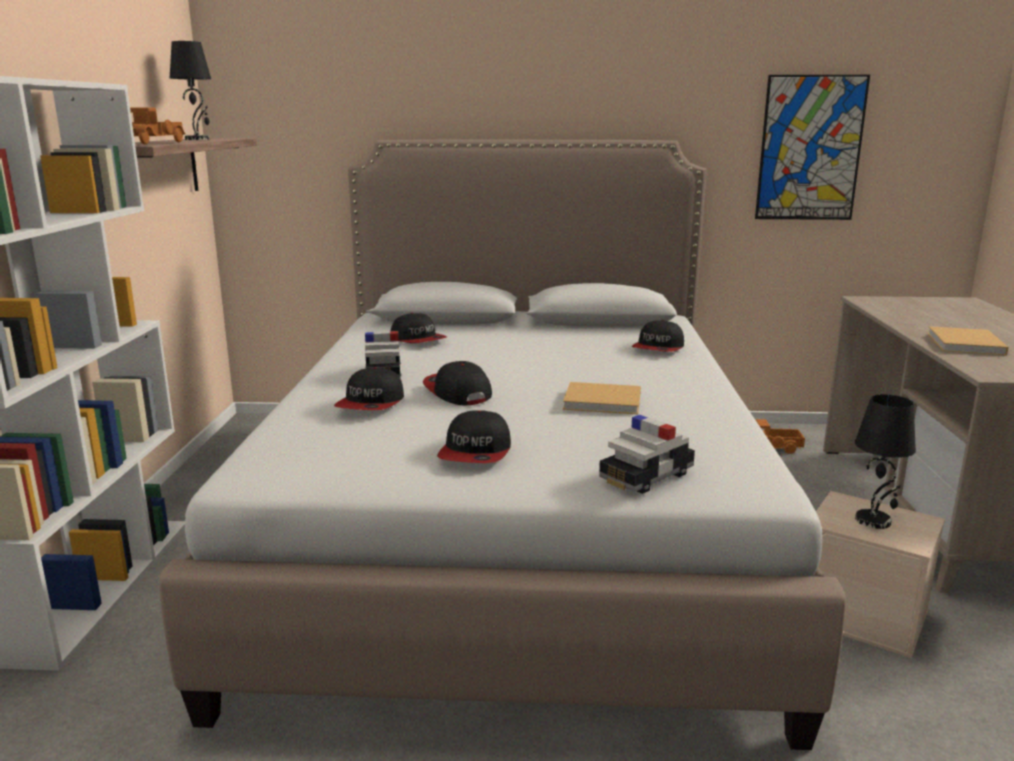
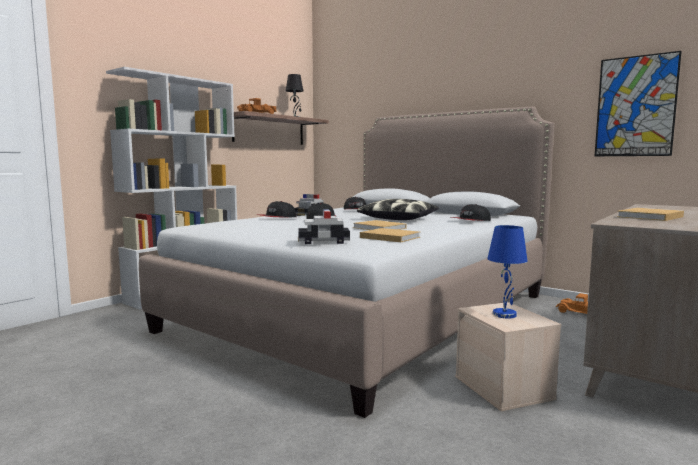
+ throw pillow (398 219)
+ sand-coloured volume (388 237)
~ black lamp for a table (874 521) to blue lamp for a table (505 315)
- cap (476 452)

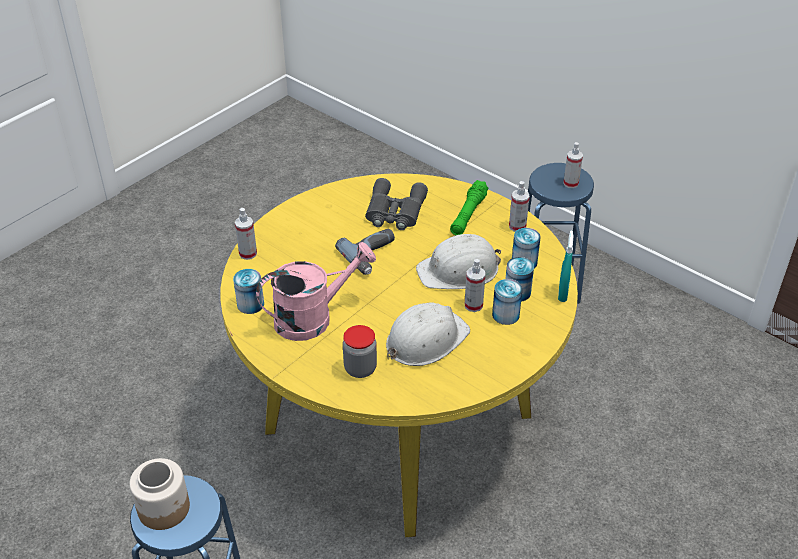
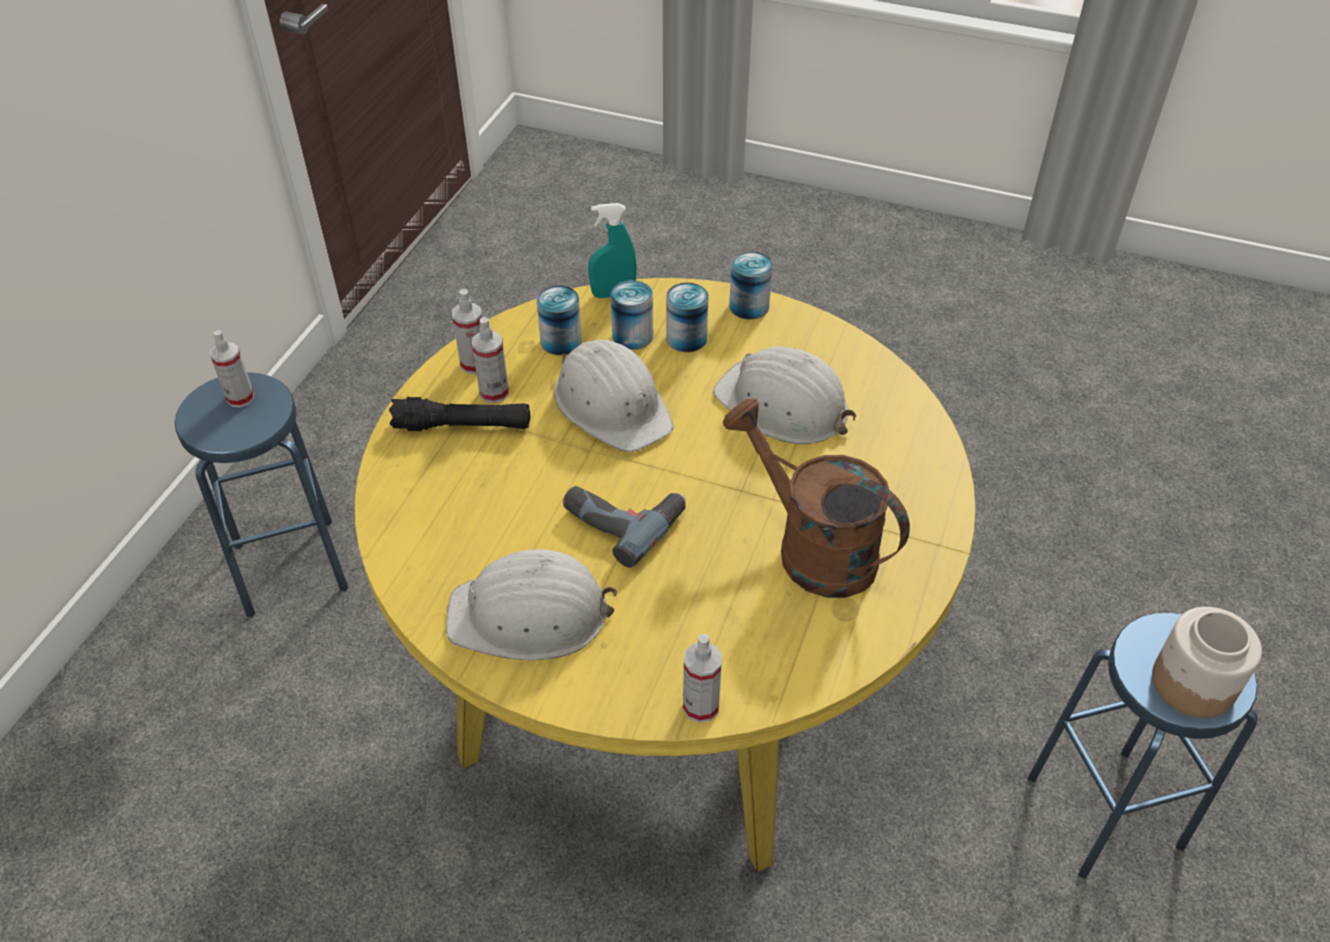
~ green-coloured hand torch (468 215) to black hand torch (462 426)
+ white safety helmet (530 615)
~ sprayer (473 305) to (494 392)
~ pinkish sprinkling can (313 317) to brown sprinkling can (812 547)
~ metal can (250 304) to (749 306)
- storage jar (360 369)
- grey binoculars (394 211)

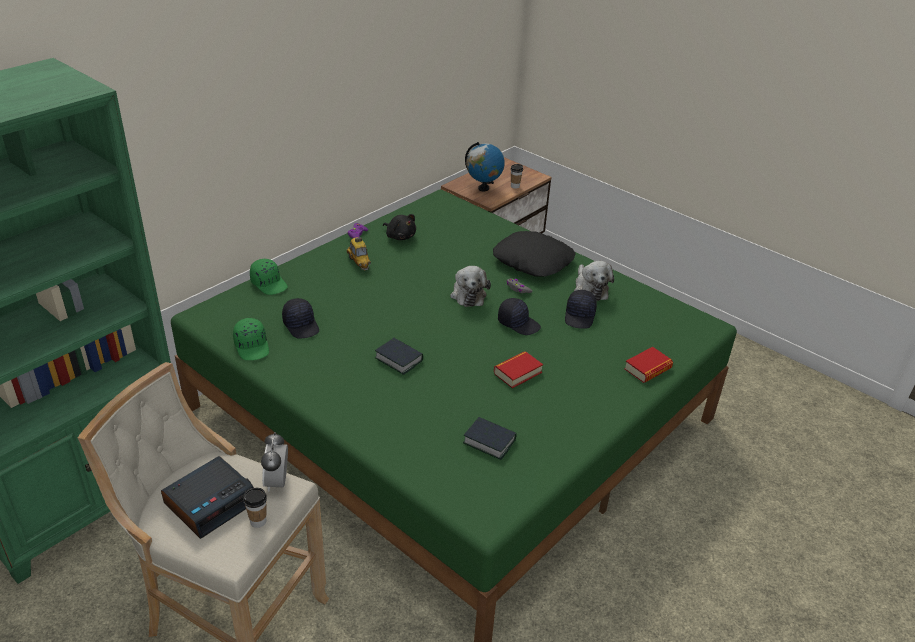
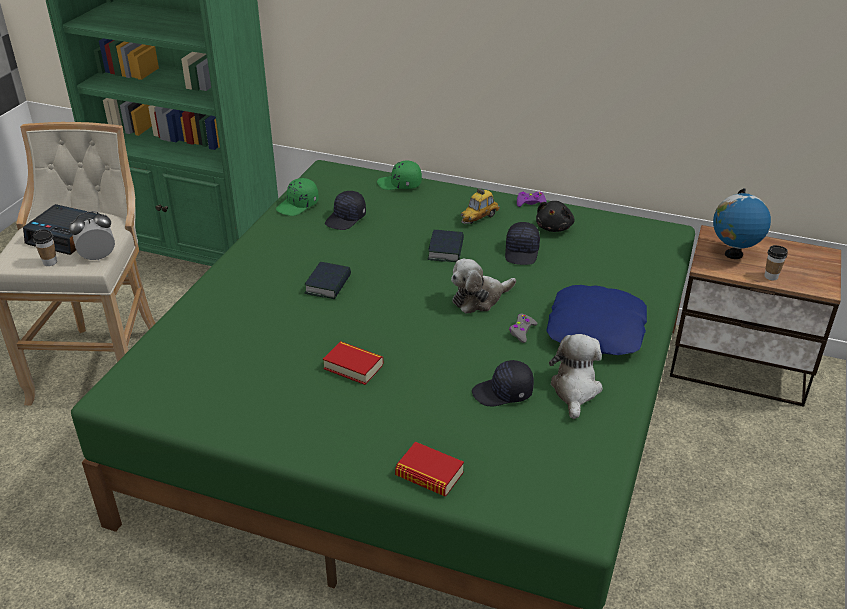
~ green-coloured cap (269 283) = (400 184) 75 degrees clockwise
~ volume (489 441) to (446 250)
~ black cap (518 323) to (522 252)
~ black throw pillow (533 261) to blue throw pillow (597 330)
~ cuddly toy (590 289) = (575 390) 135 degrees clockwise

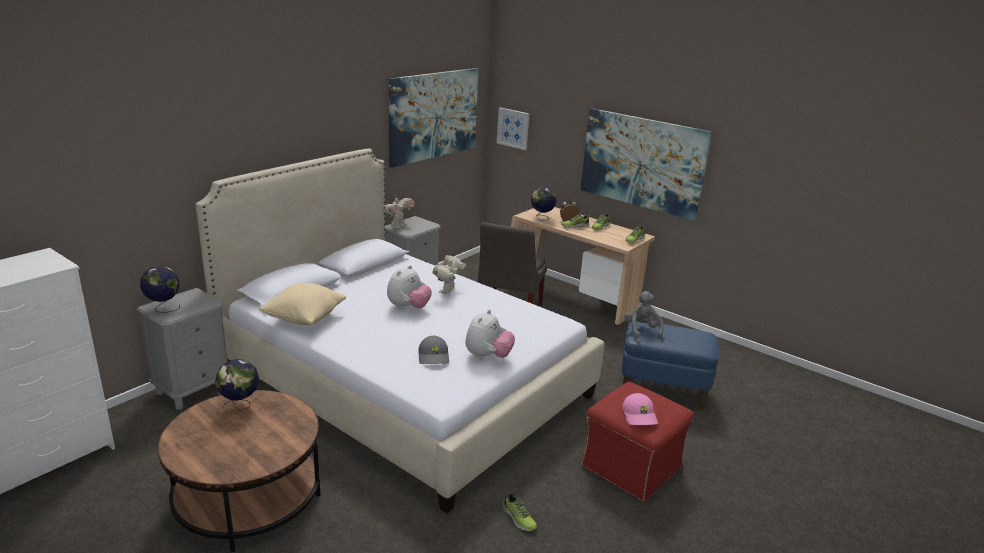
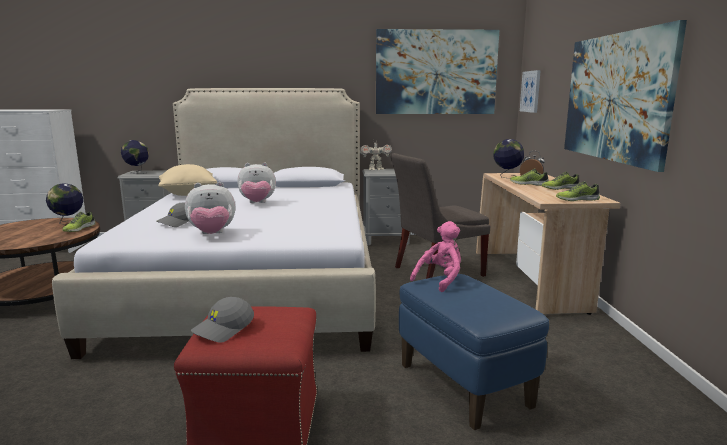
~ low shoe (518 518) to (79 229)
~ pinkish cap (640 416) to grey cap (224 329)
~ grey cuddly toy (641 330) to pinkish cuddly toy (440 280)
- toy robot (448 290)

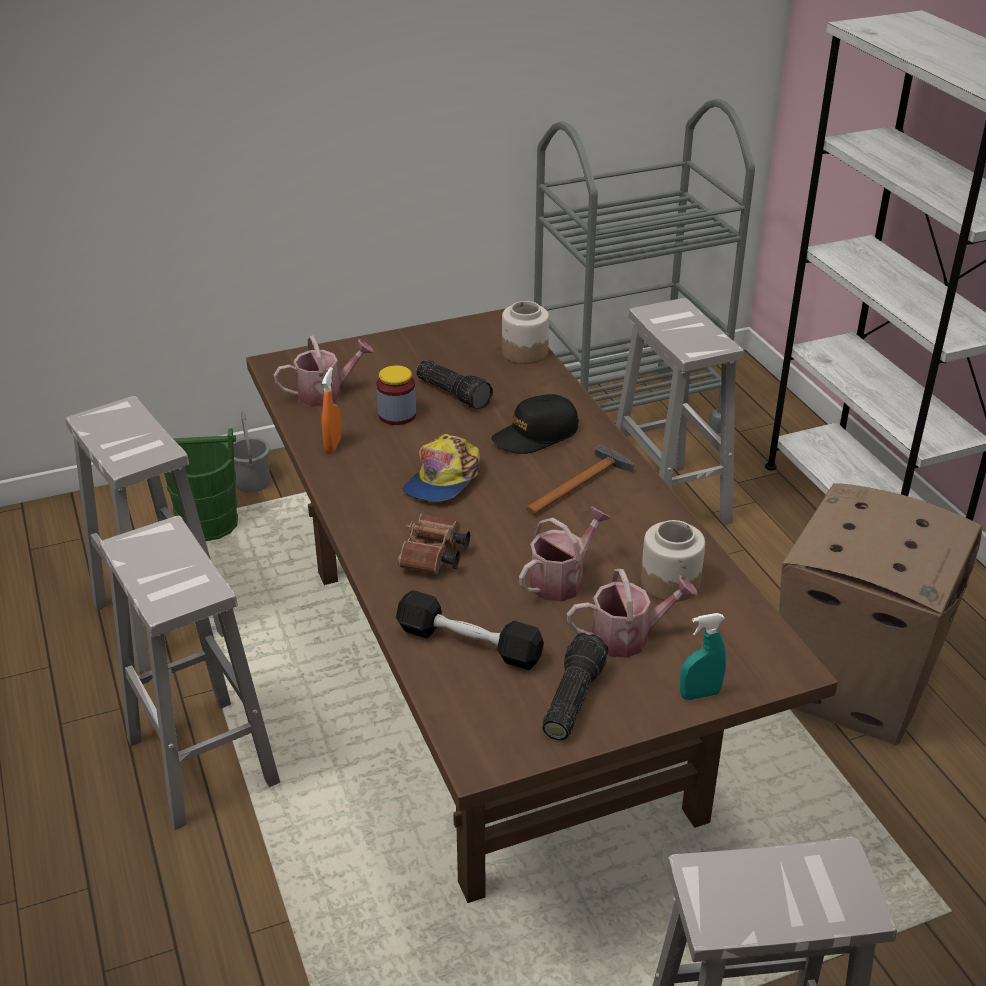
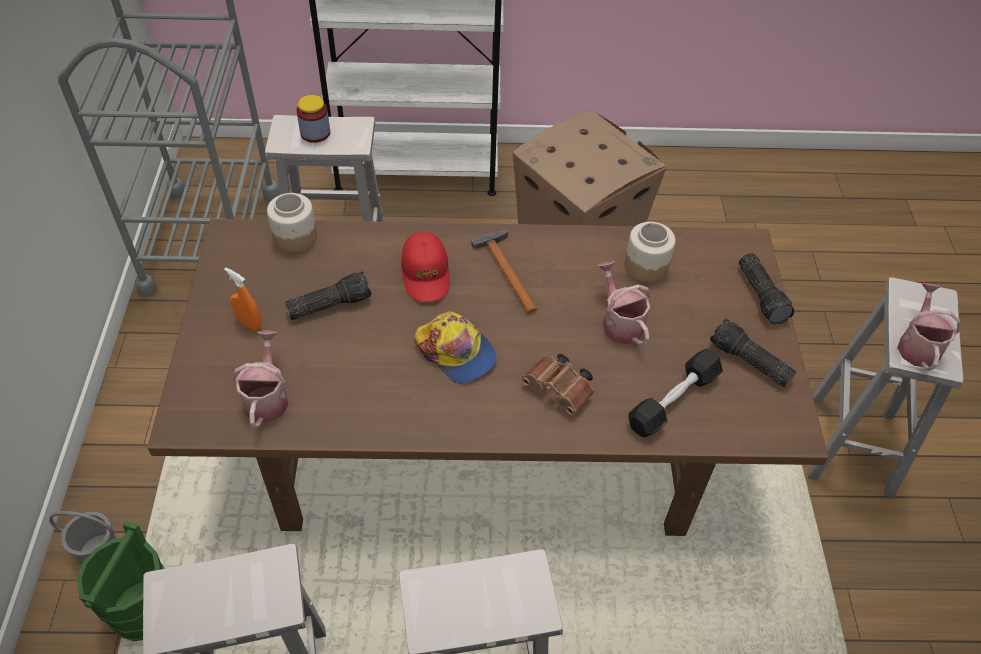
~ orangey sprayer (333 445) to (249 324)
~ storage jar (397 415) to (315 133)
~ black cap (535 435) to red-coloured cap (426 273)
~ blue-green sprayer (699 694) to hand torch (762 295)
~ sprinkling can (628 637) to (918 345)

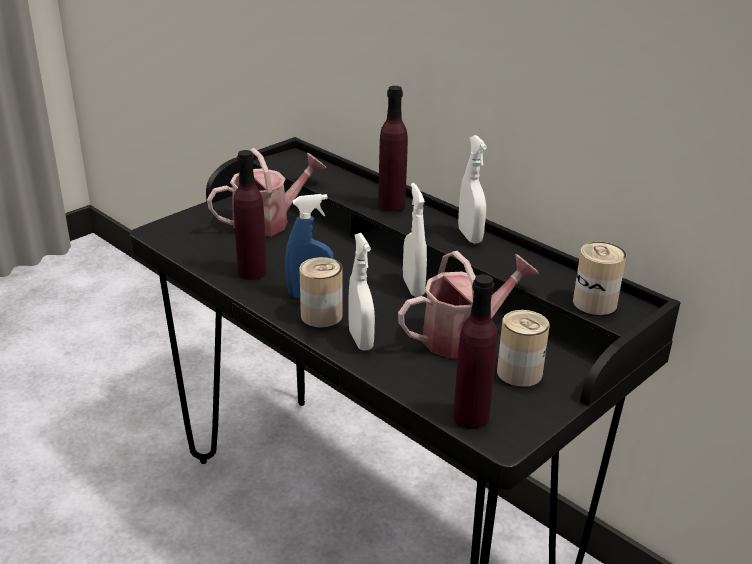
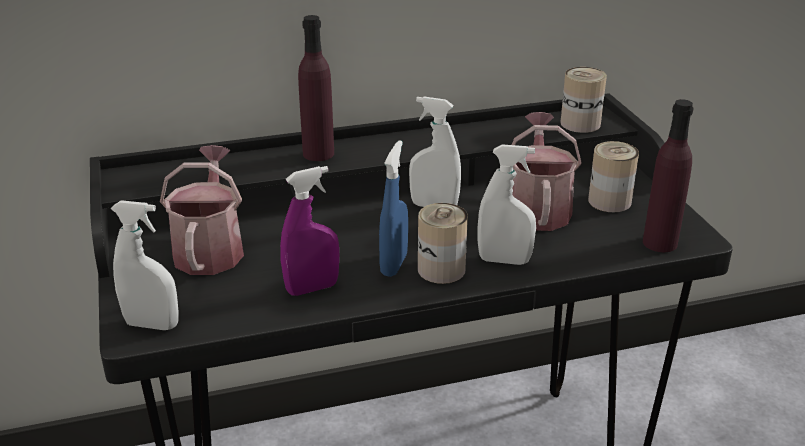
~ white sprayer (470 236) to (152 324)
~ purple beverage bottle (252 272) to purple sprayer (312 288)

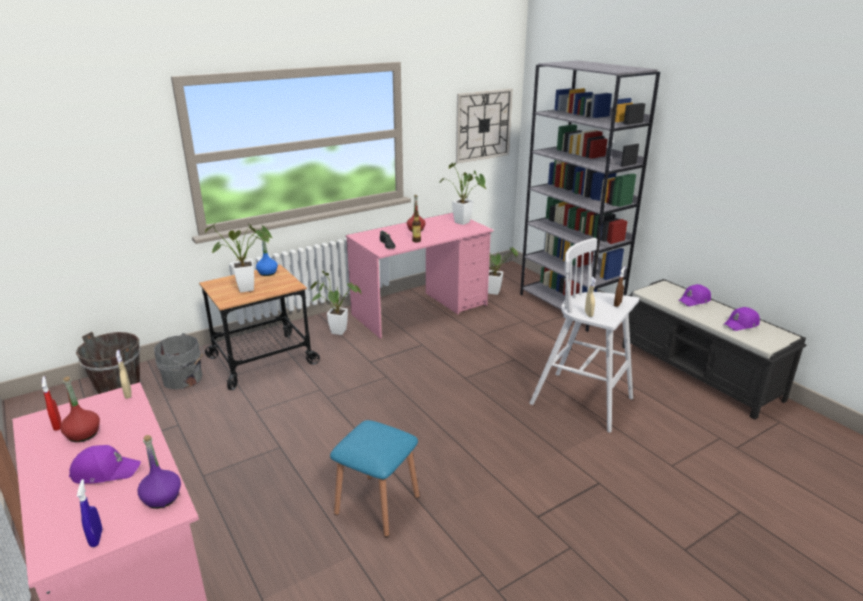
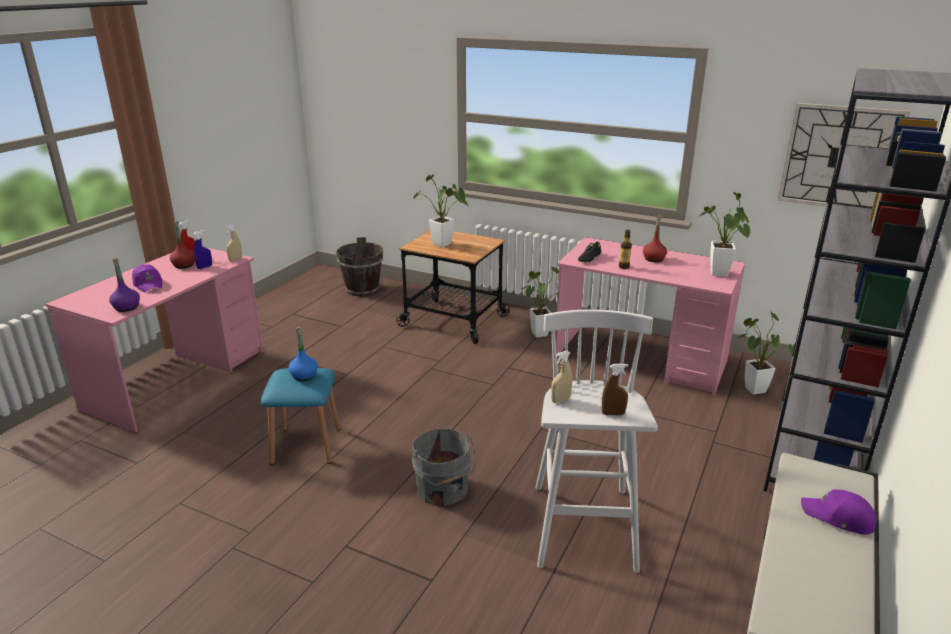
~ blue sprayer (96 538) to (205 267)
~ blue beverage bottle (267 273) to (304 376)
~ grey bucket (184 379) to (443 490)
- purple cap (741 324)

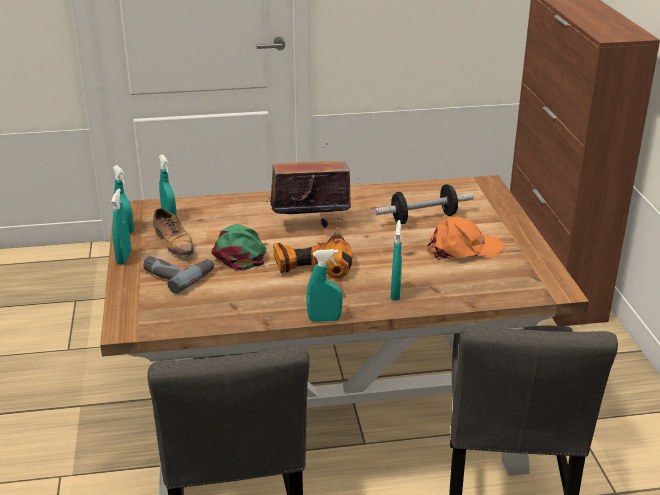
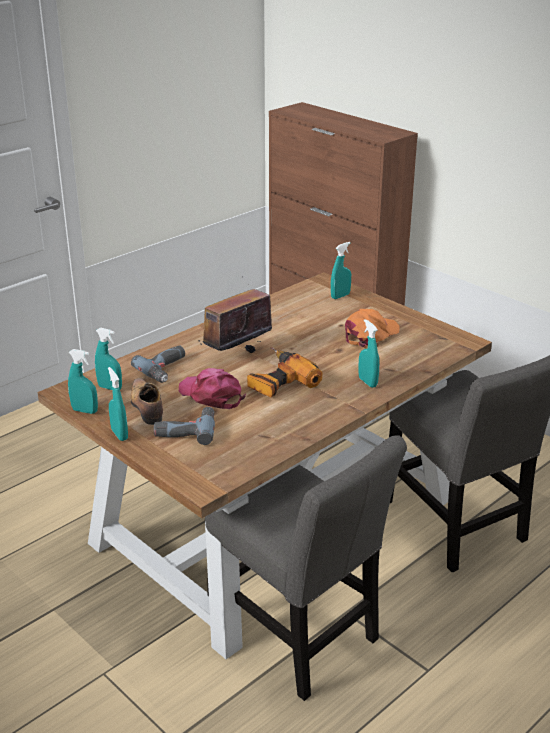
+ electric drill (166 369)
~ low shoe (174 243) = (146 407) 135 degrees counterclockwise
~ green-coloured cap (239 253) to pinkish cap (211 395)
~ blue-green sprayer (324 319) to (340 296)
- hand weight (423 218)

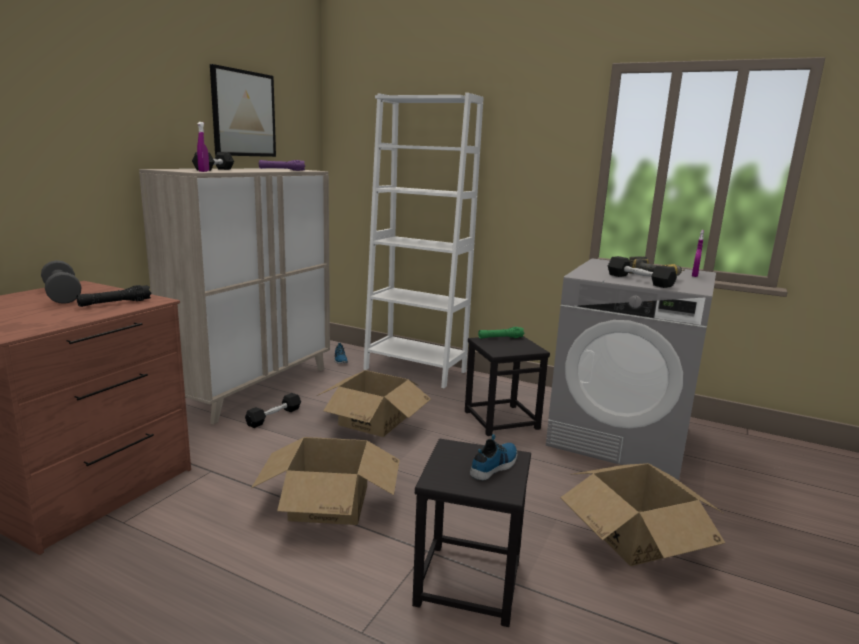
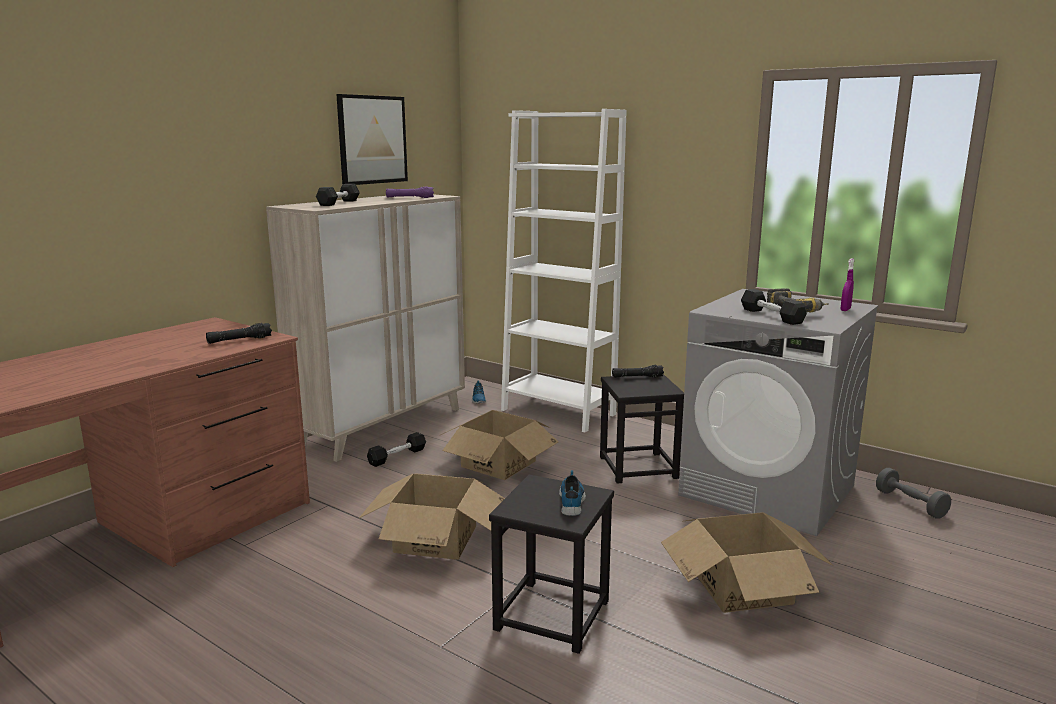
~ low shoe (495 465) = (572 500) 45 degrees counterclockwise
~ green-coloured hand torch (500 338) to black hand torch (637 377)
~ grey hand weight (62 295) to (910 504)
- purple sprayer (204 171)

